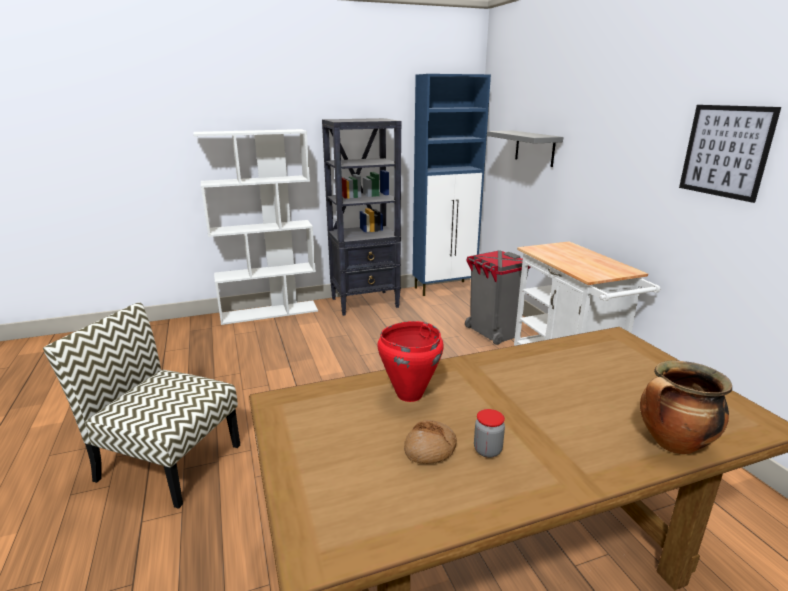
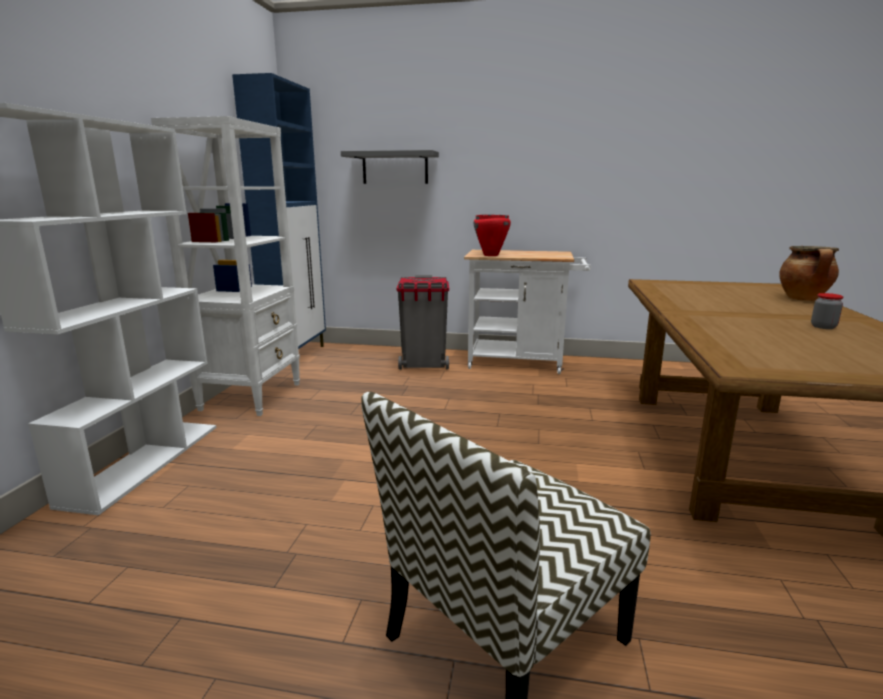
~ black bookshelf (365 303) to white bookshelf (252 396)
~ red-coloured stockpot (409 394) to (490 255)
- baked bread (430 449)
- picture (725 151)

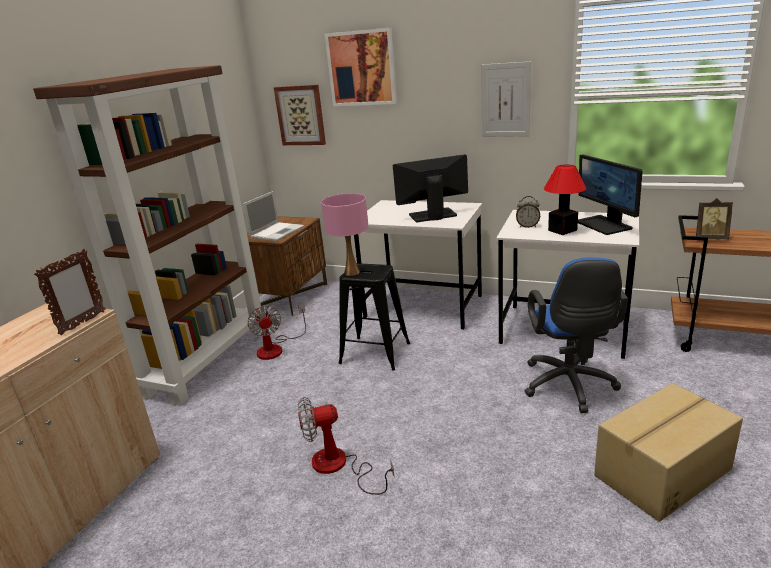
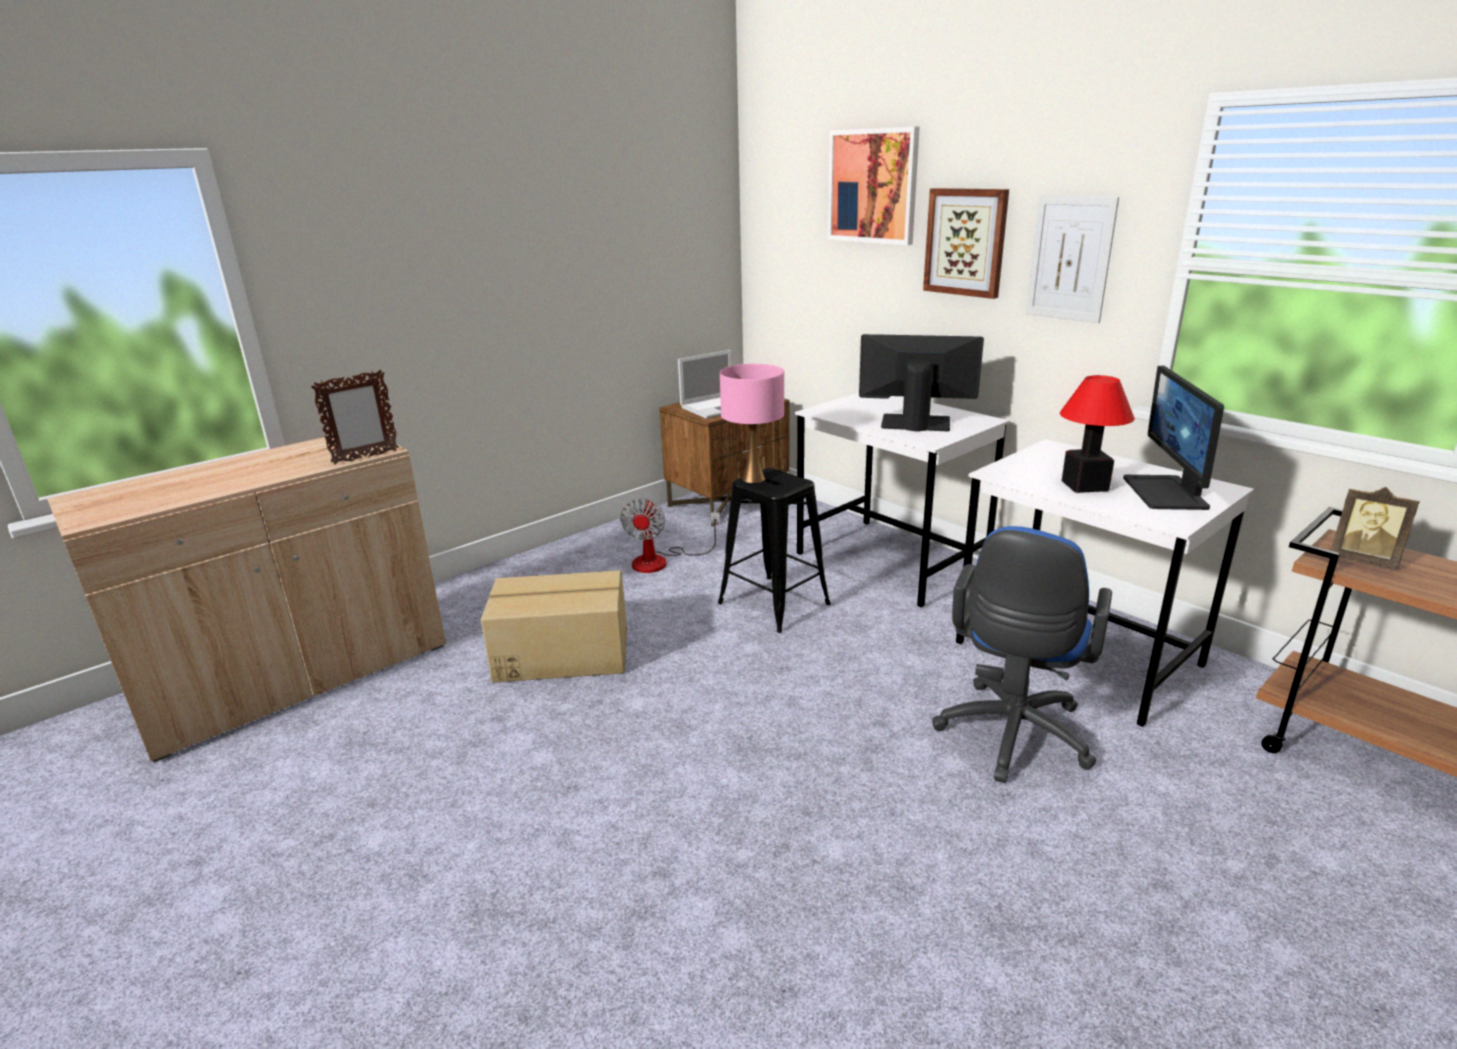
~ cardboard box (660 471) to (562 654)
~ picture (301 115) to (966 242)
- brown bookshelf (208 360)
- cooling fan (339 466)
- bedside clock (527 226)

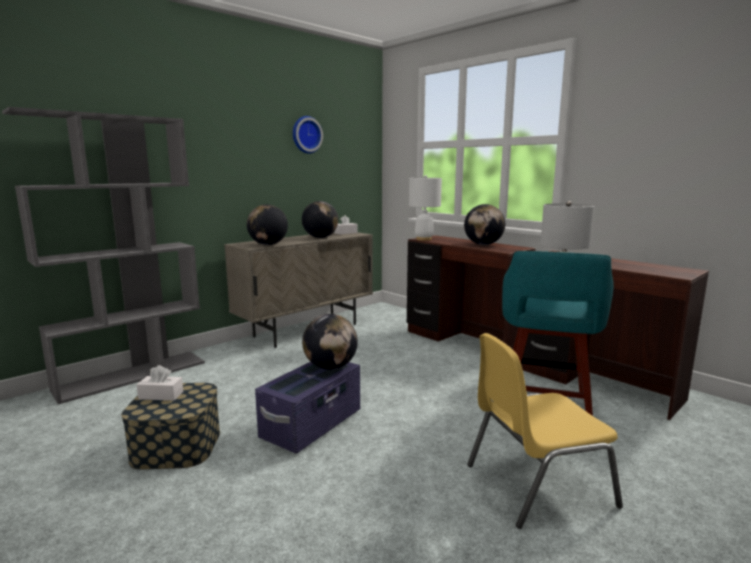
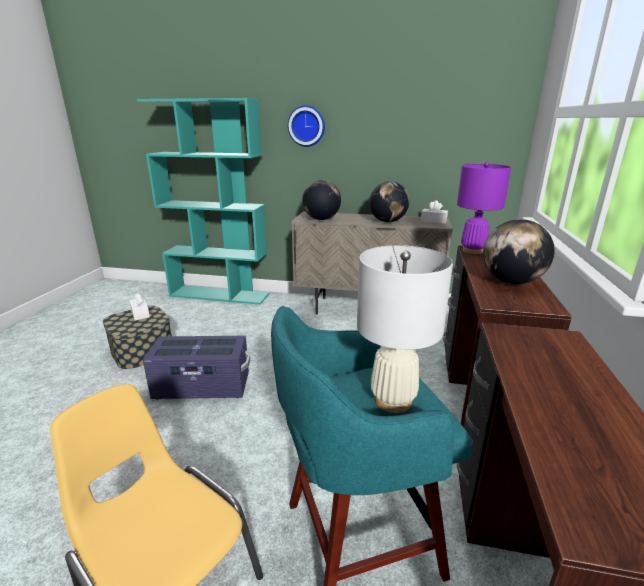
~ grey bookshelf (132 375) to blue-green bookshelf (220 295)
~ wall clock (306 135) to (307 126)
~ white lamp for a table (424 239) to purple lamp for a table (473 250)
- desk globe (330 367)

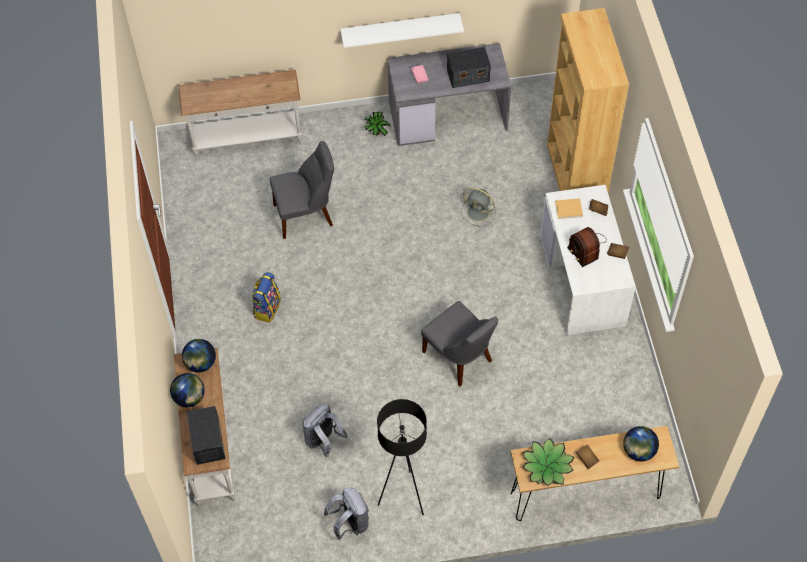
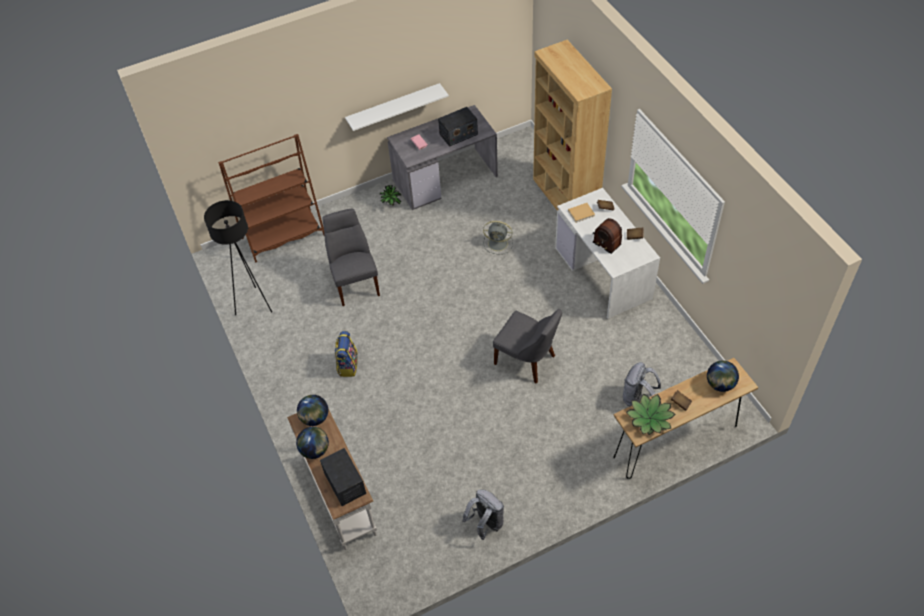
~ black floor lamp (404 496) to (254 304)
~ white console table (247 140) to brown bookshelf (283 236)
~ grey upright chair (306 215) = (355 282) 75 degrees counterclockwise
~ grey knapsack (323 441) to (637 398)

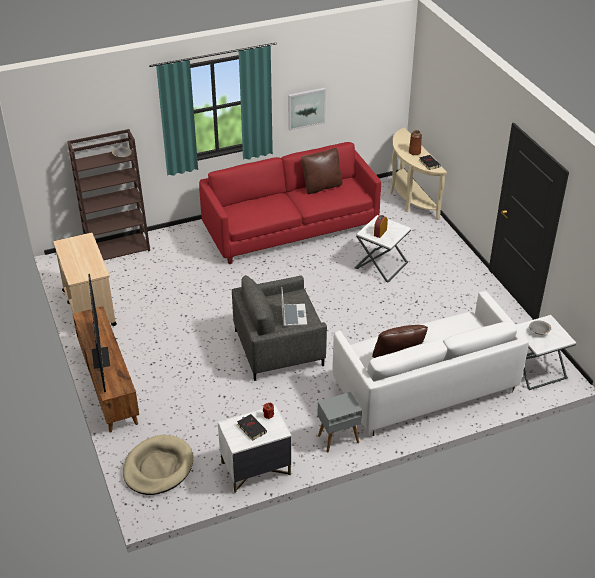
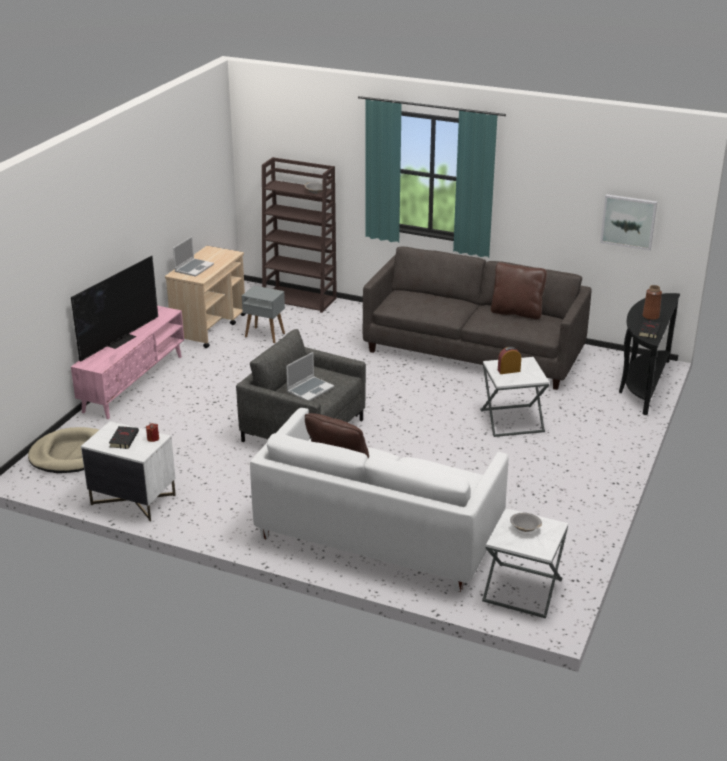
~ brown media console (108 385) to pinkish media console (133 383)
+ laptop (194 268)
~ grey end table (338 439) to (264 335)
~ red-coloured sofa (290 228) to grey sofa (473 352)
~ picture (306 108) to (628 221)
~ sand-coloured console table (409 199) to black console table (642 384)

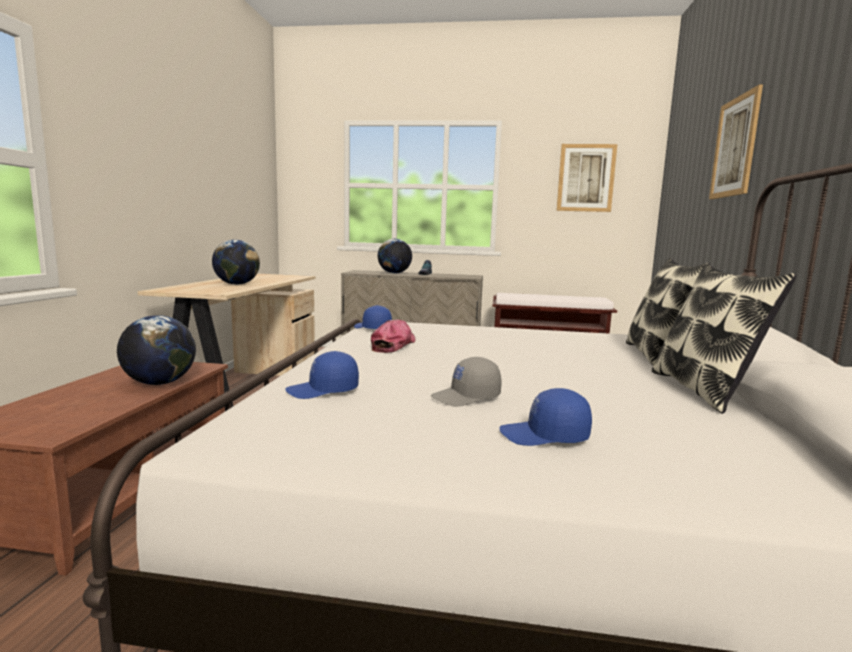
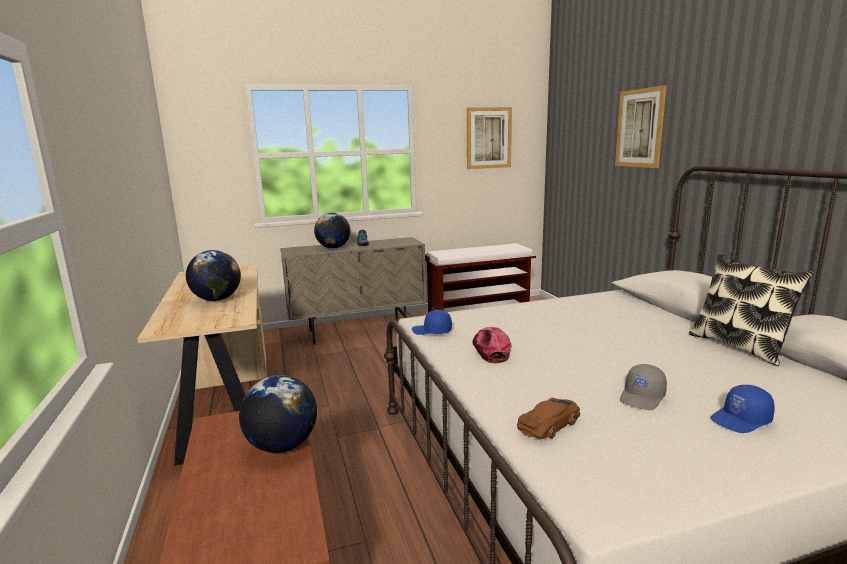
~ blue cap (323 391) to brown miniature car (550 424)
- throw pillow (656 355)

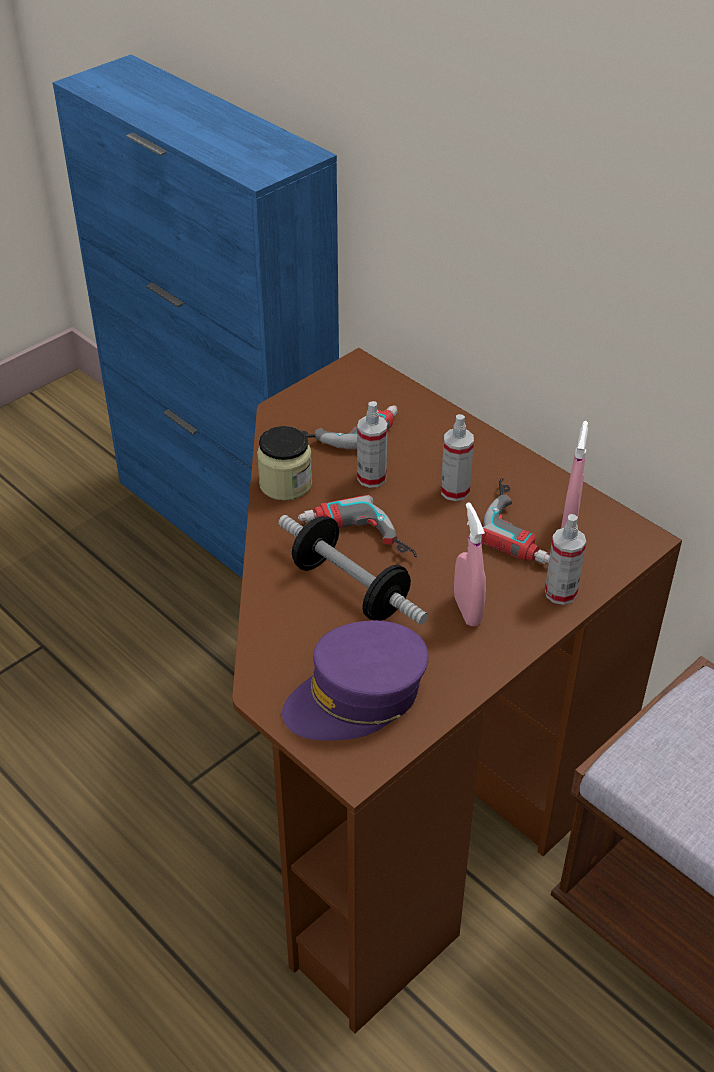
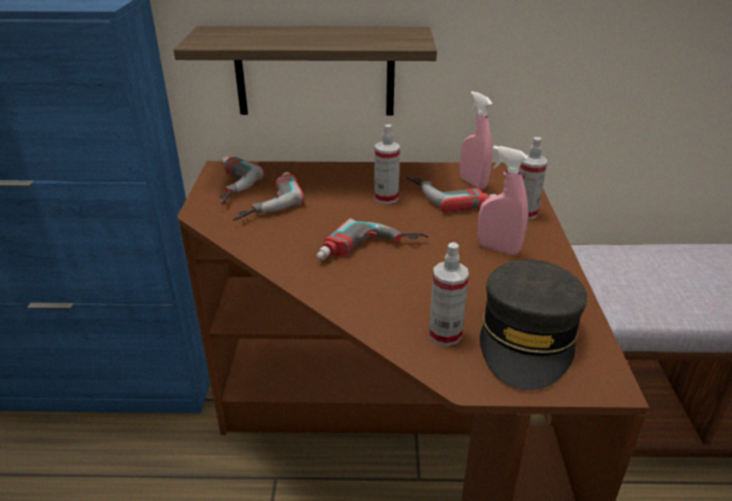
+ bracket shelf (315 71)
+ electric drill (224 185)
~ sprayer (371 478) to (445 334)
~ purple cap (357 697) to grey cap (528 337)
- storage jar (285 484)
- hand weight (350 589)

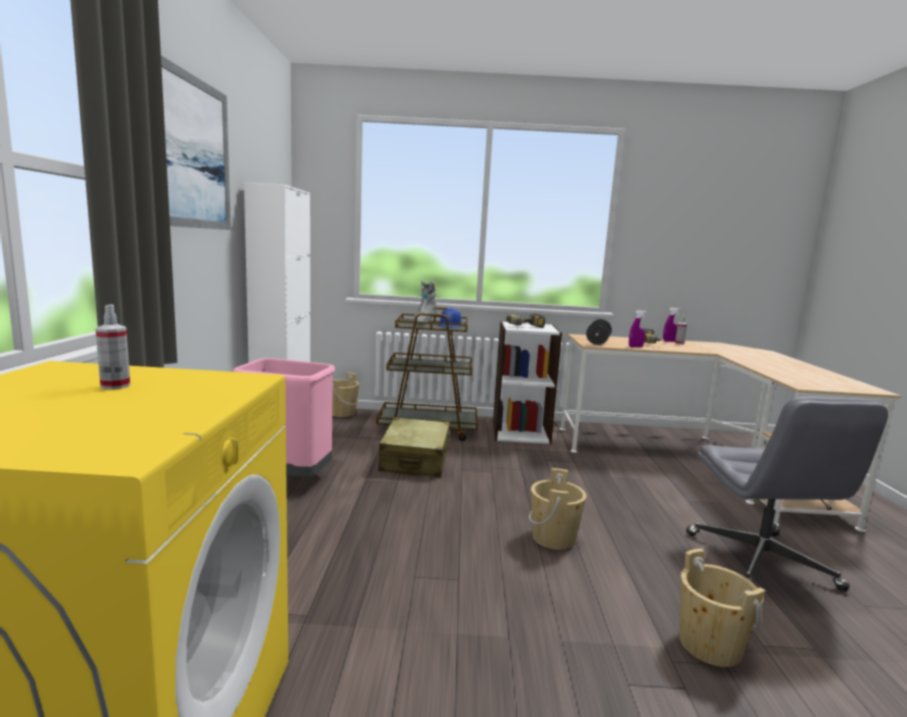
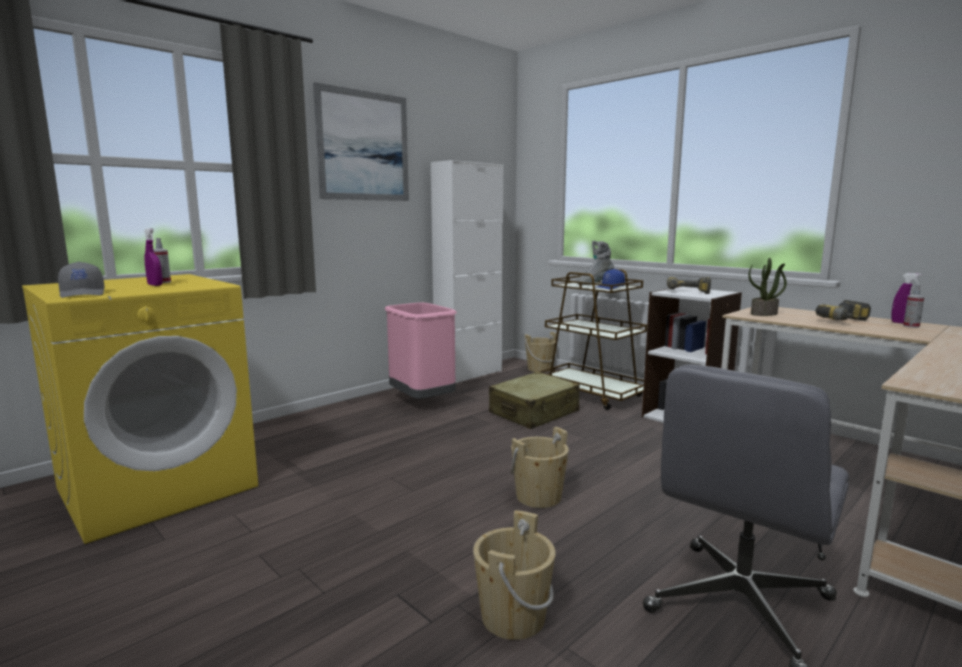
+ grey cap (83 294)
~ purple sprayer (635 347) to (155 285)
~ black hand weight (598 342) to houseplant (764 314)

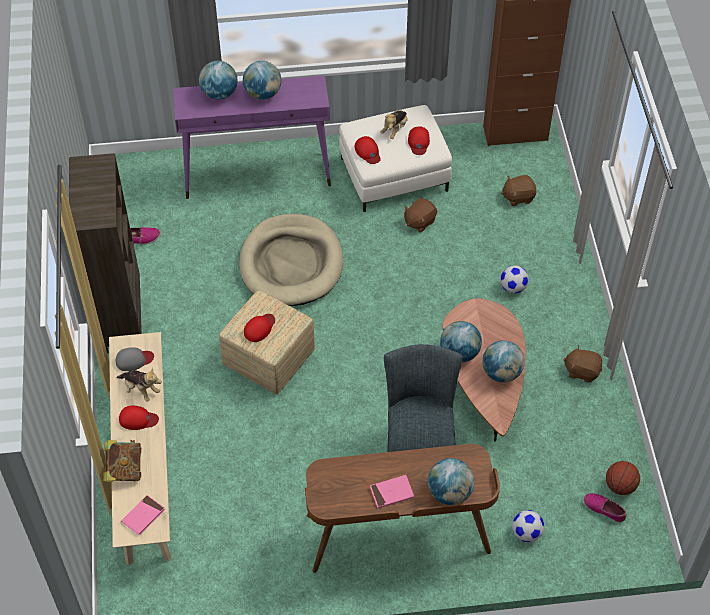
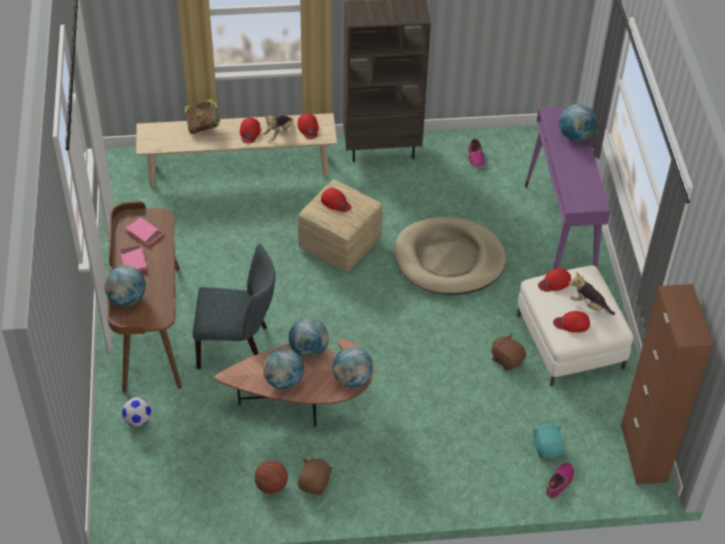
~ pinkish volume (143 516) to (144 233)
~ basketball ball (620 486) to (271 486)
~ grey cap (134 360) to red-coloured cap (308 128)
~ desk globe (263 94) to (352 379)
~ brown cuddly toy (518 197) to blue-green cuddly toy (547 448)
~ low shoe (604 509) to (559 482)
- ball for football (513 287)

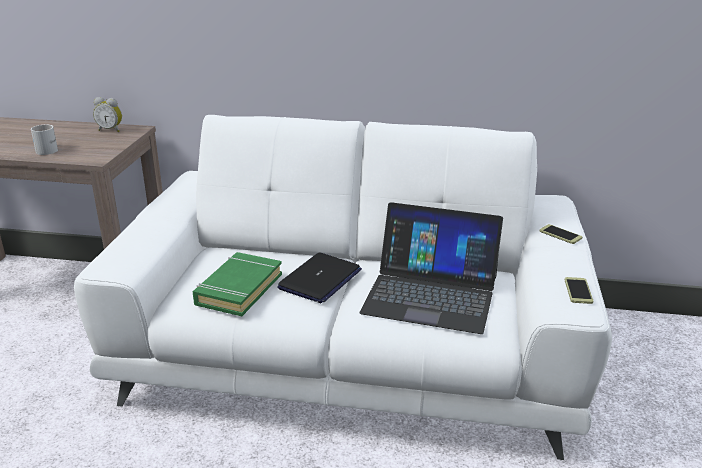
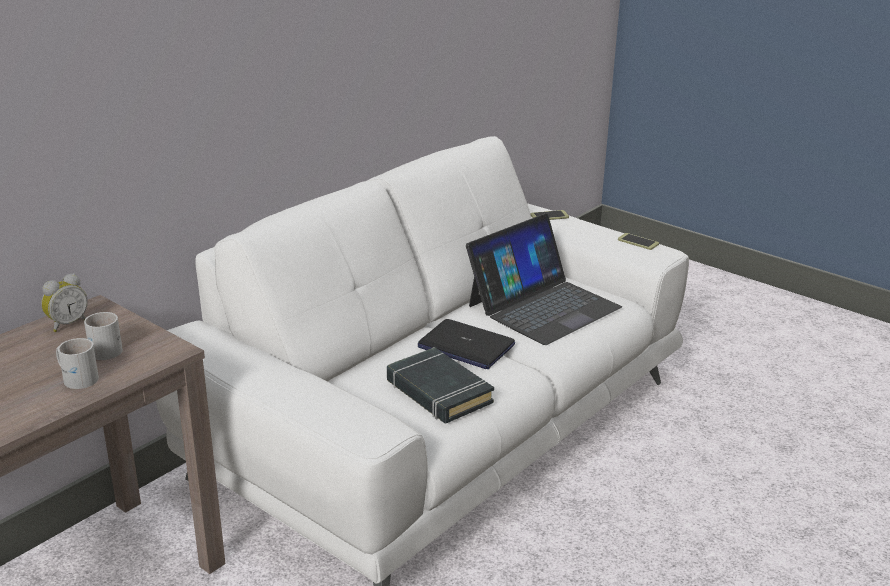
+ white coffee mug (107 348)
~ green-coloured volume (238 289) to black volume (438 392)
~ laptop (320 279) = (465 346) 150 degrees clockwise

